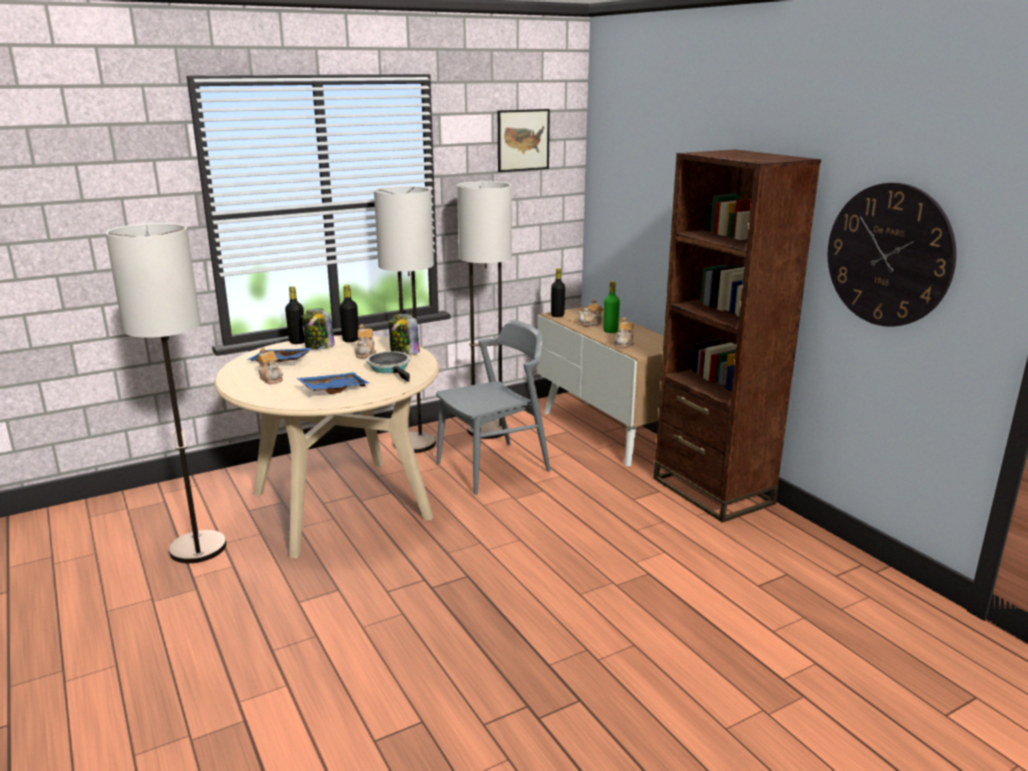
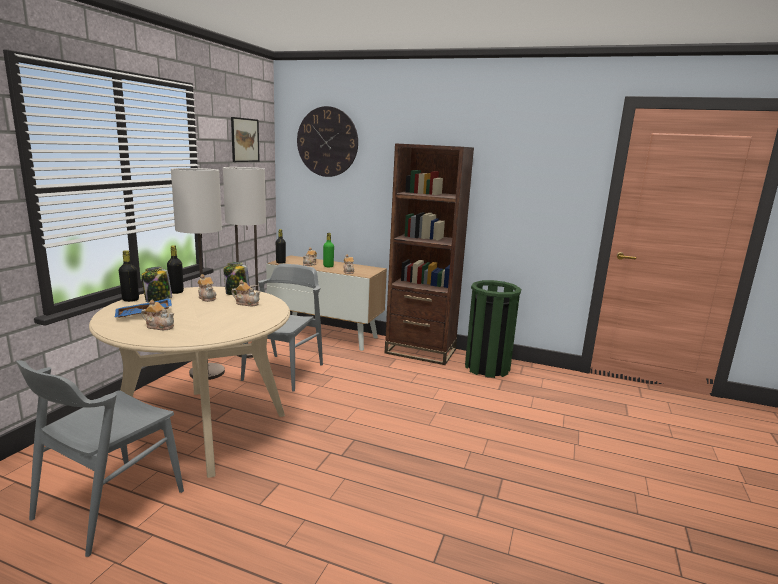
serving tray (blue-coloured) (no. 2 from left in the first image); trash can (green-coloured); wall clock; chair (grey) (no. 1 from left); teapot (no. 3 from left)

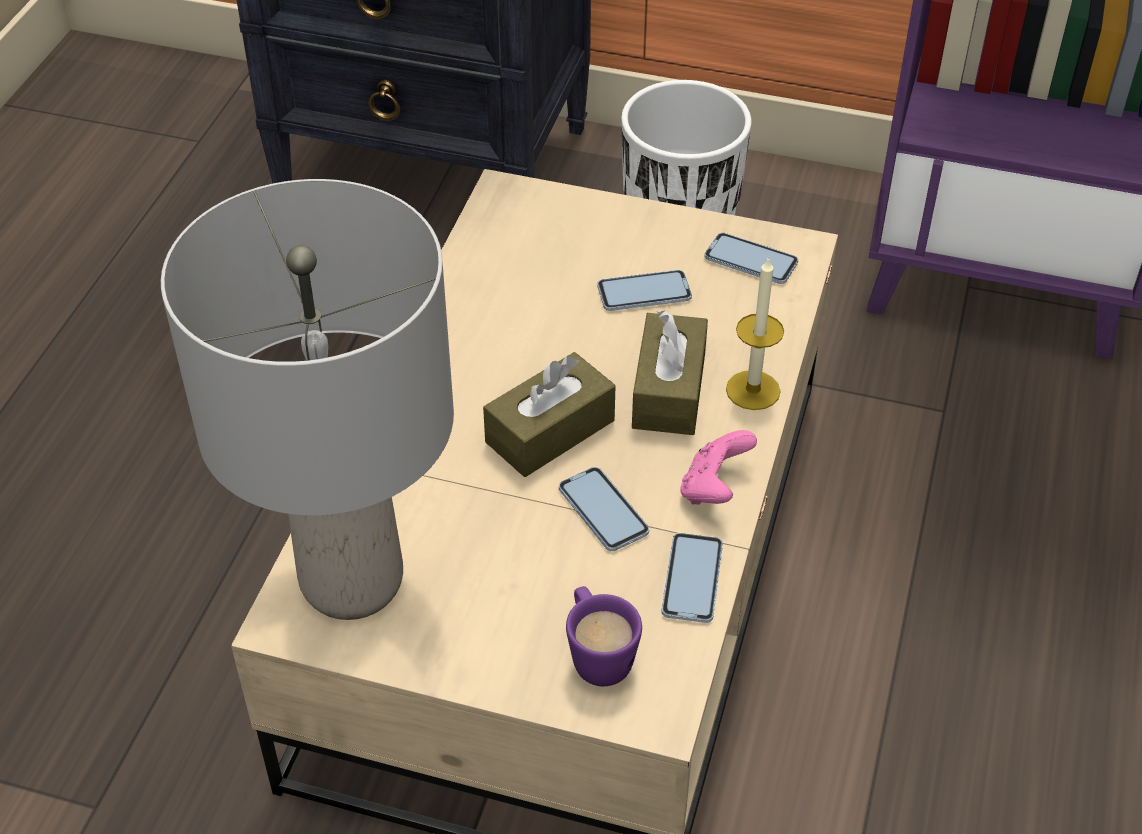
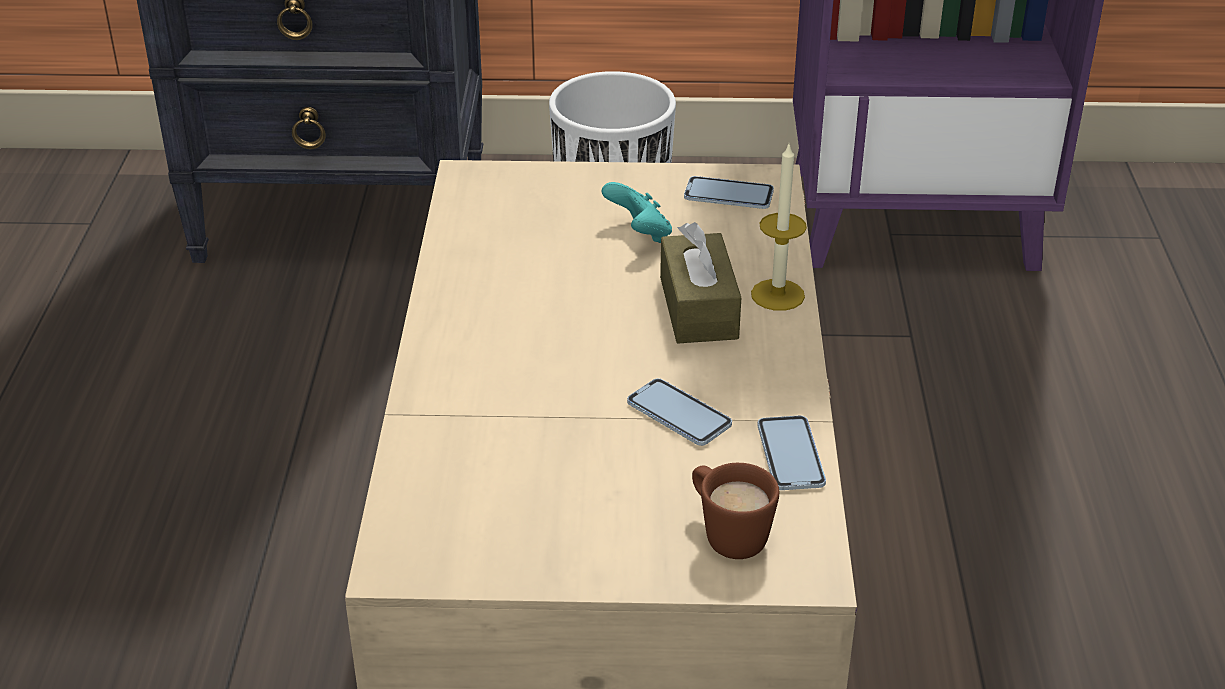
tabletop lamp (grey); tissue holder (brownish) (no. 1 from left in the first image); game controller (pink); game controller (turquoise-coloured); mug (brownish)

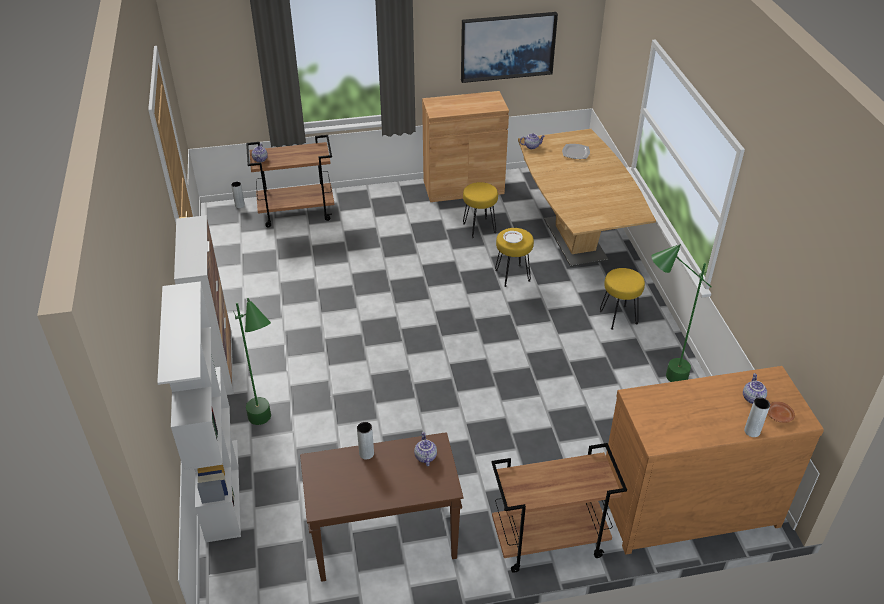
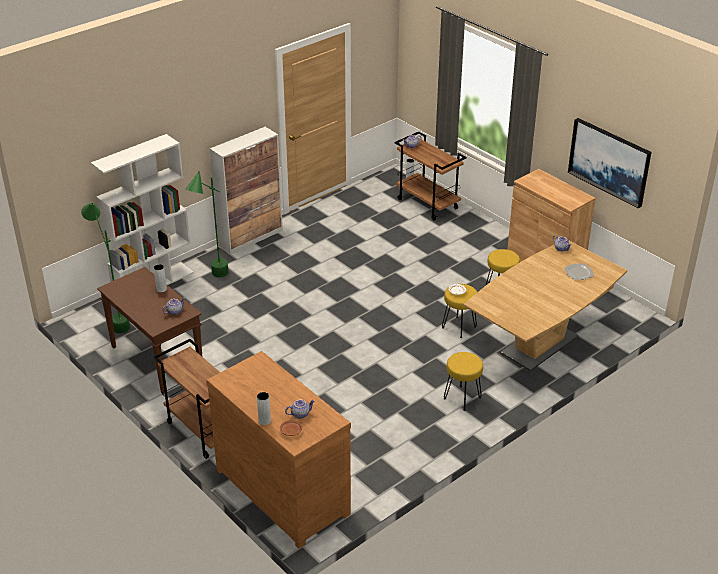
standing lamp (green-coloured) (no. 1 from left)

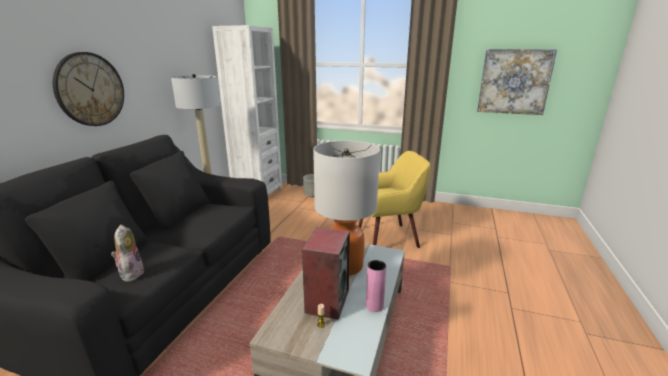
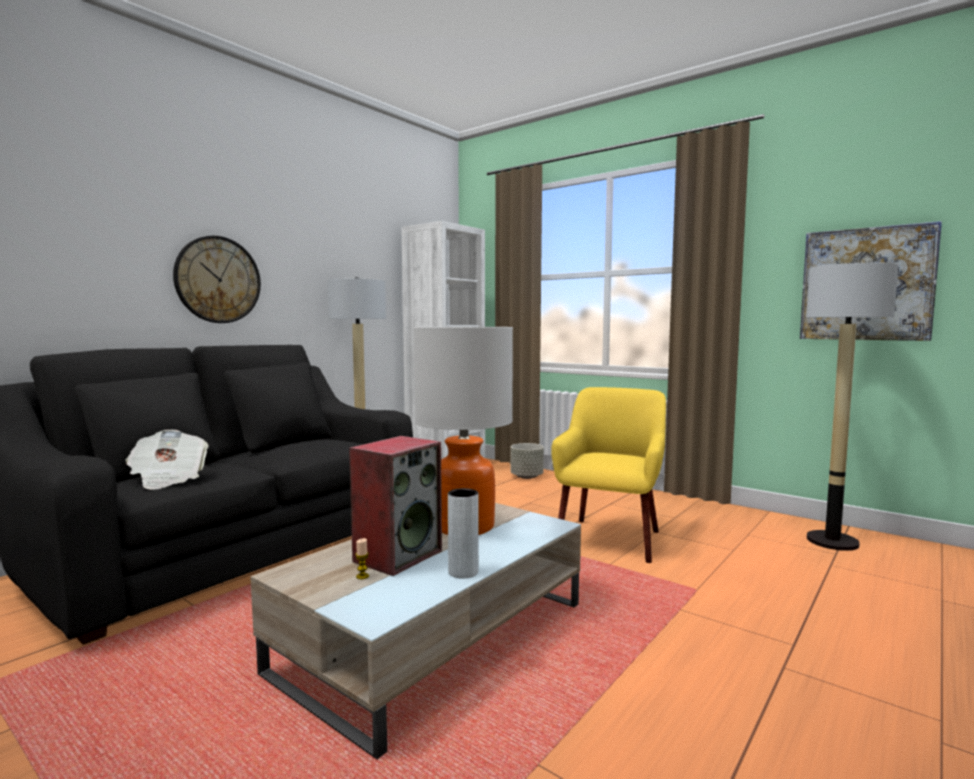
standing lamp (no. 2 from left); daily paper; flower vase (grey); easy chair (yellowish)

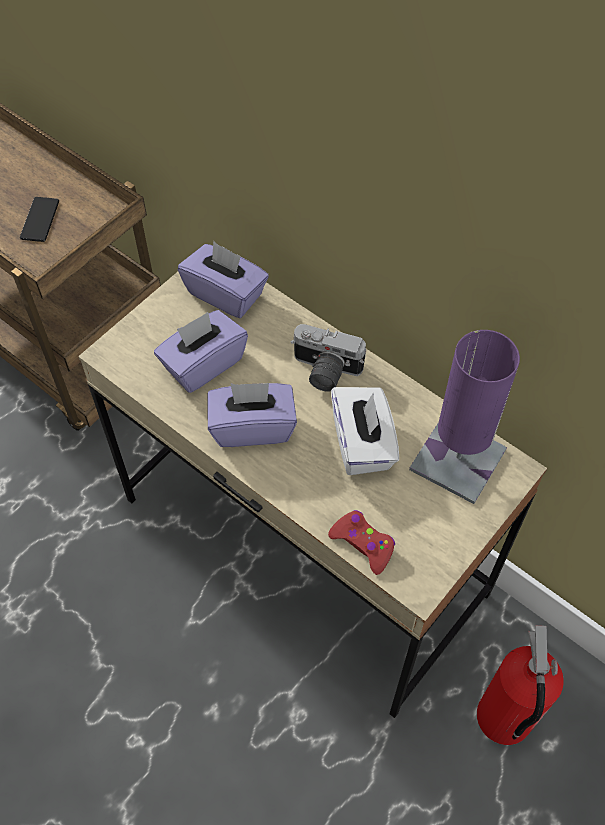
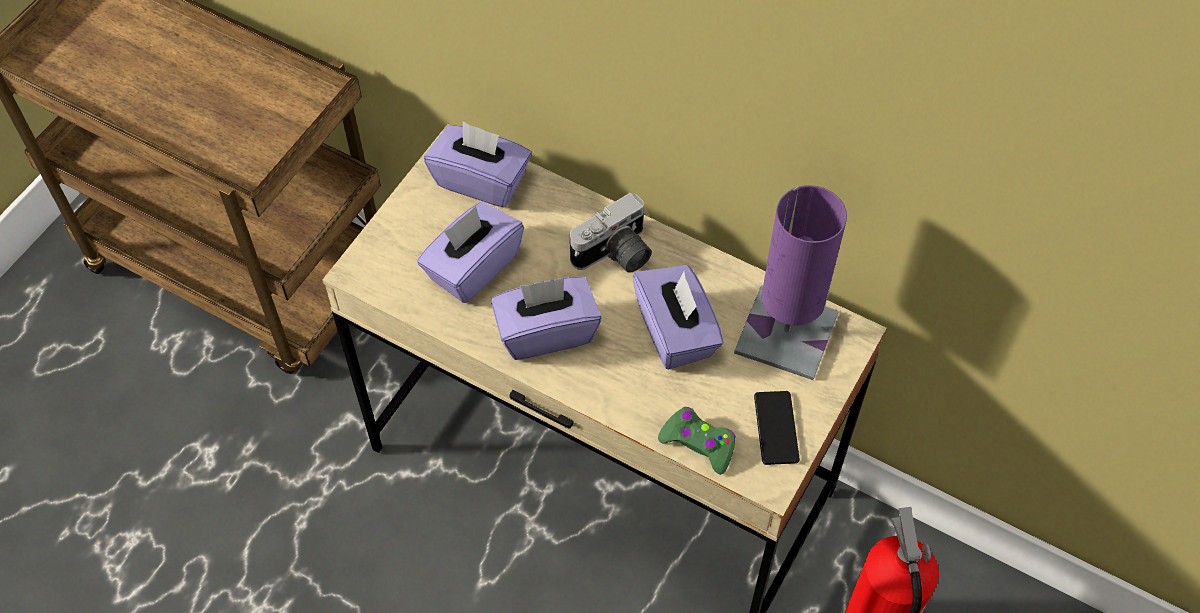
telephone; game controller (green-coloured); tissue holder (purple) (no. 4 from left); still camera

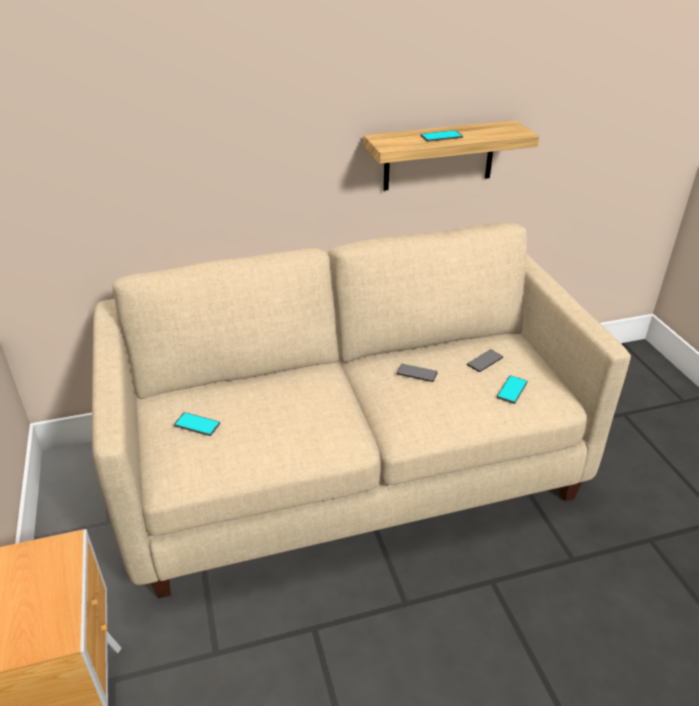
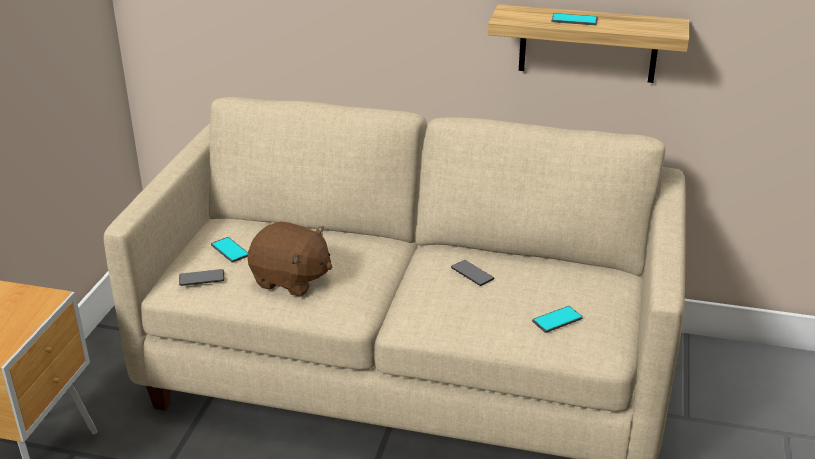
cuddly toy (brownish); telephone (no. 1 from left)

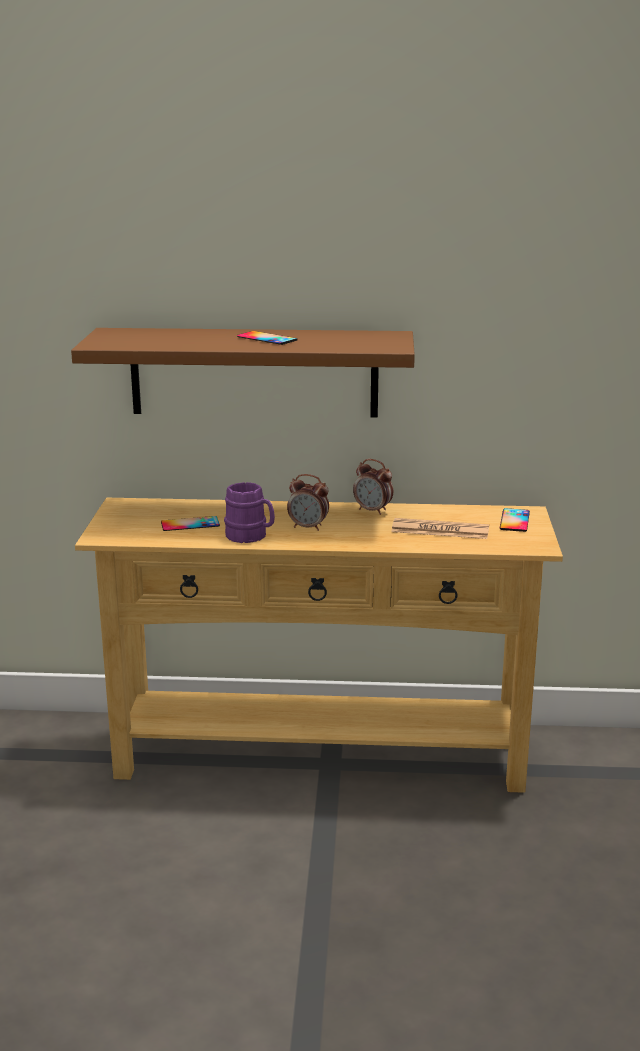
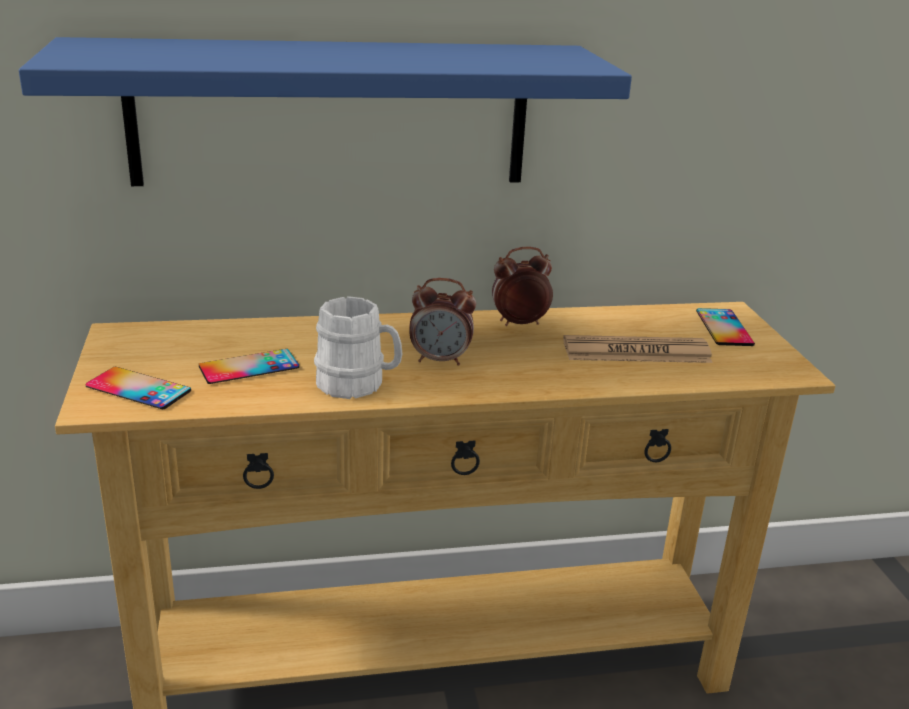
telephone (no. 1 from left); bracket shelf (blue-coloured); mug (white-coloured); alarm clock (no. 2 from left)

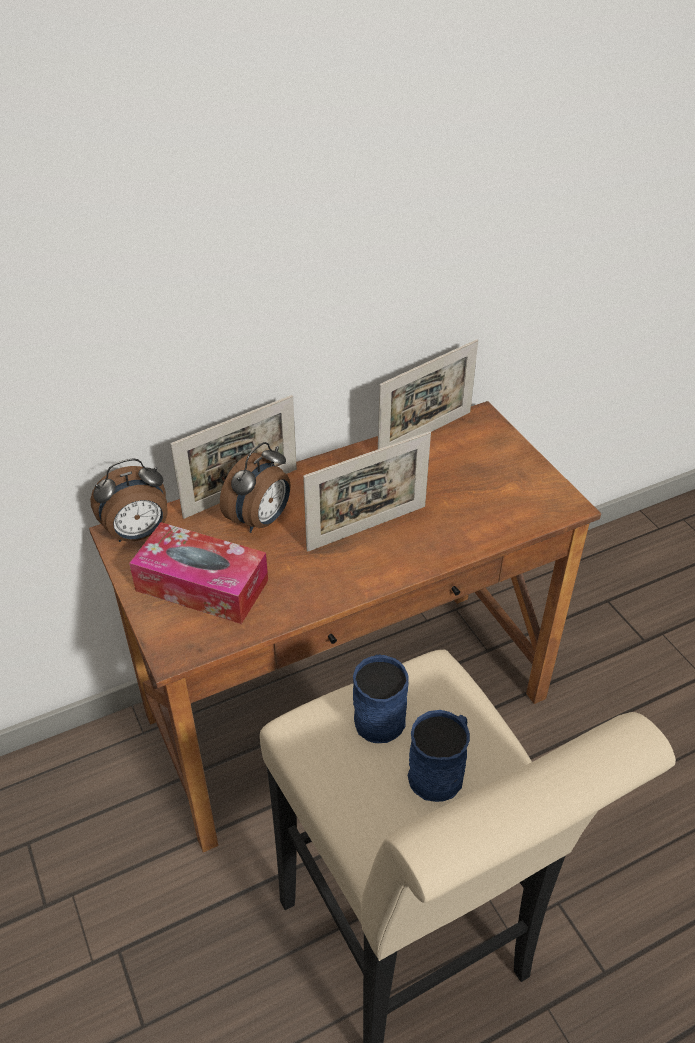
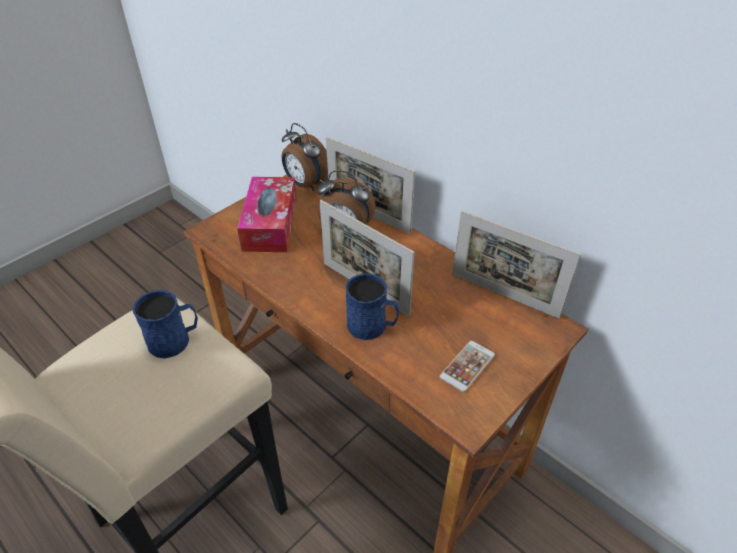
telephone; mug (blue-coloured) (no. 2 from left)

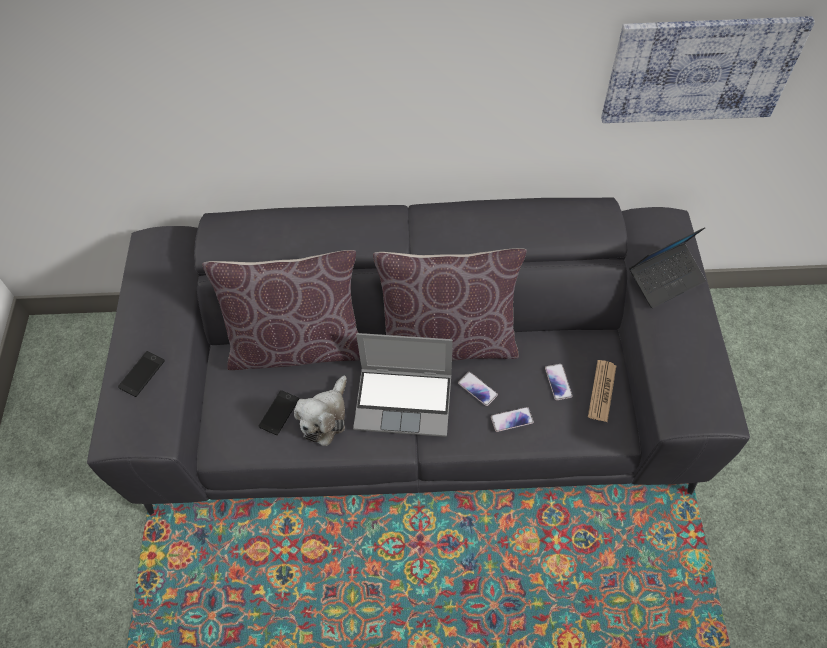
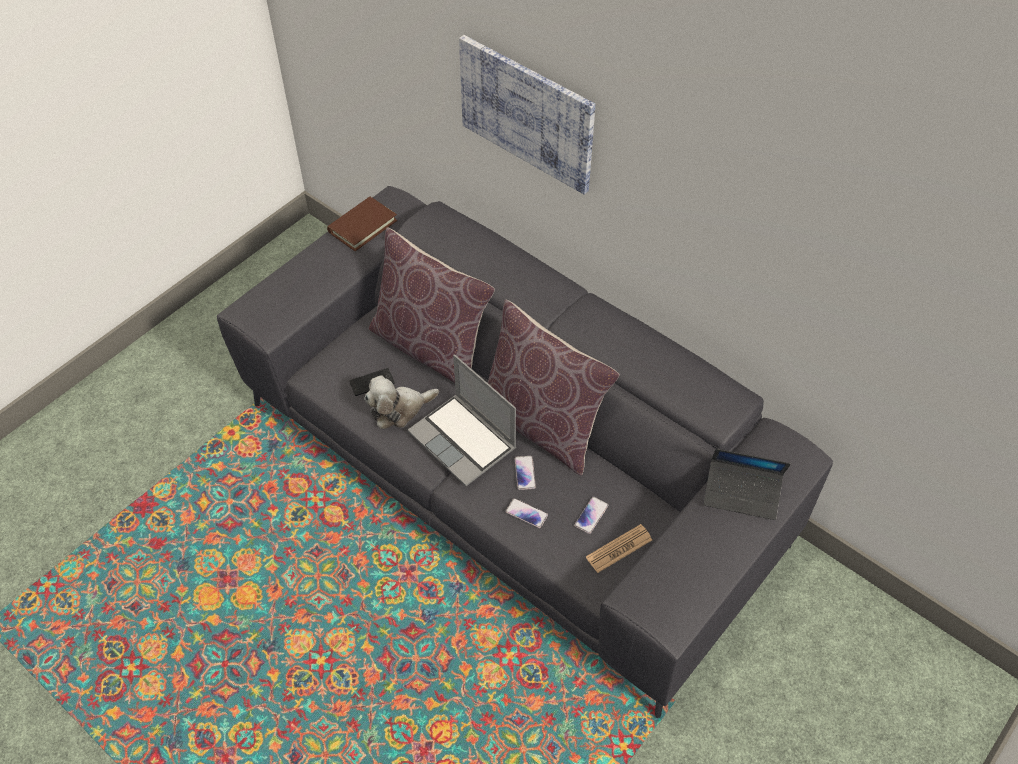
telephone (no. 1 from left in the first image); bound book (brownish); picture

